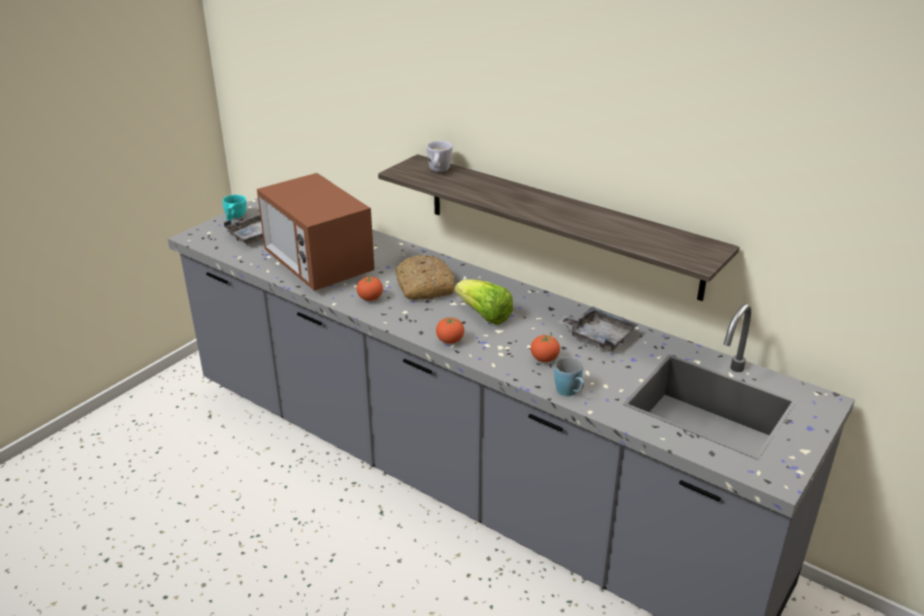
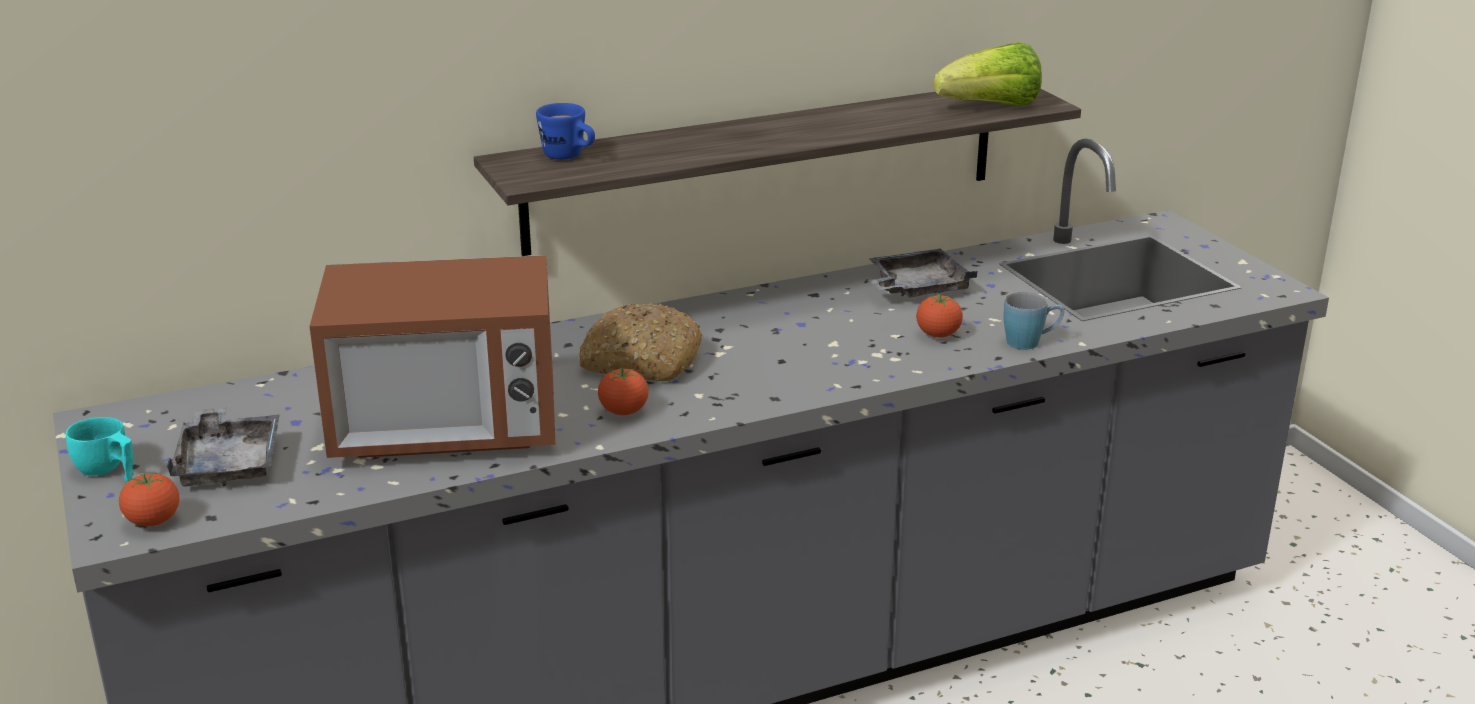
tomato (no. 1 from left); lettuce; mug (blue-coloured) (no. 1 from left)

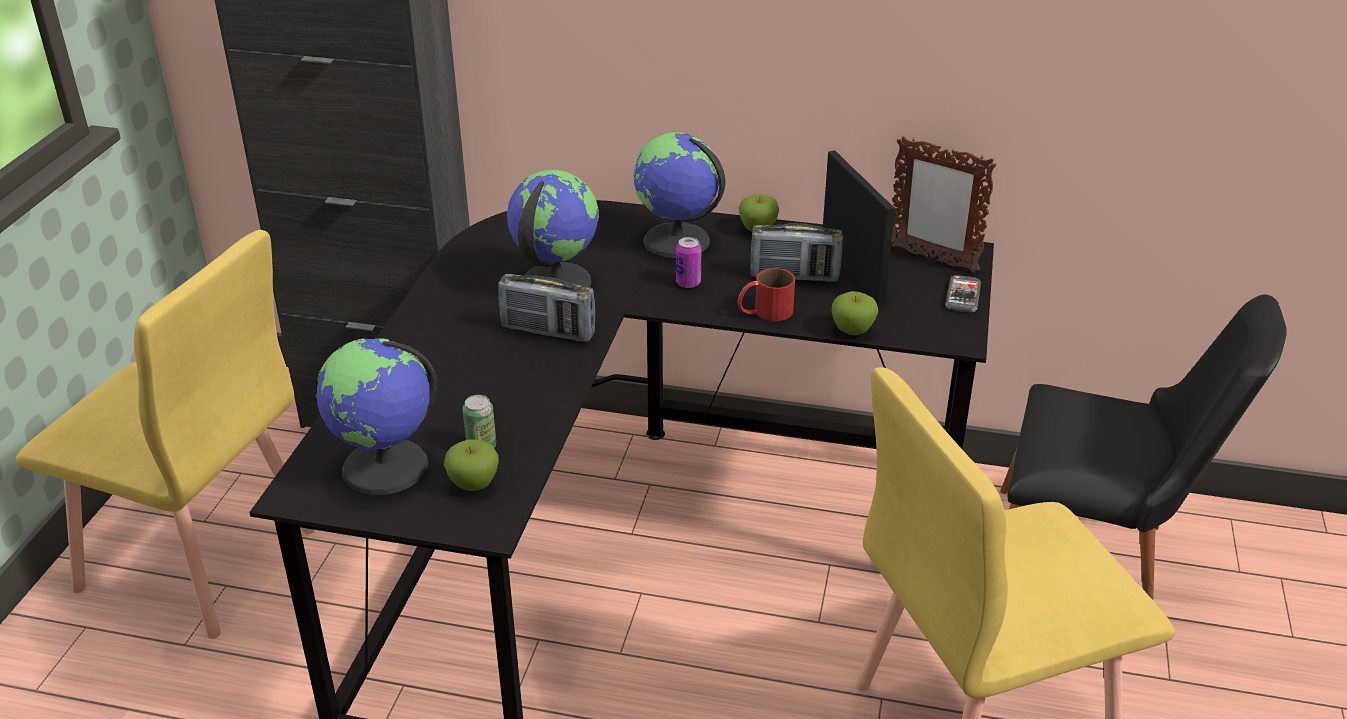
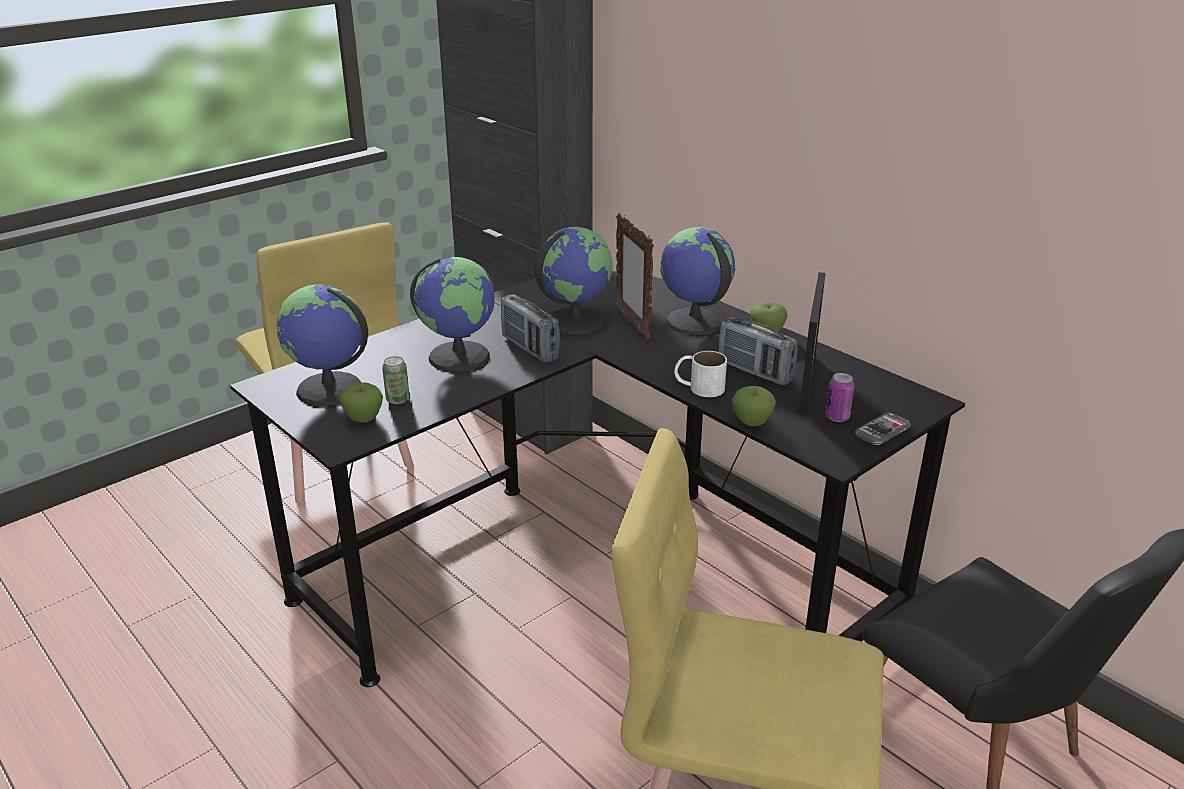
desk globe (no. 2 from left); sealed can (no. 2 from left); standing frame (no. 1 from left); mug (white-coloured)

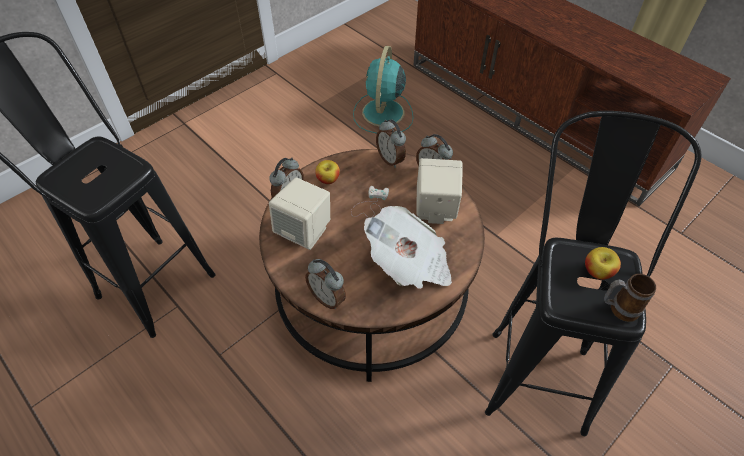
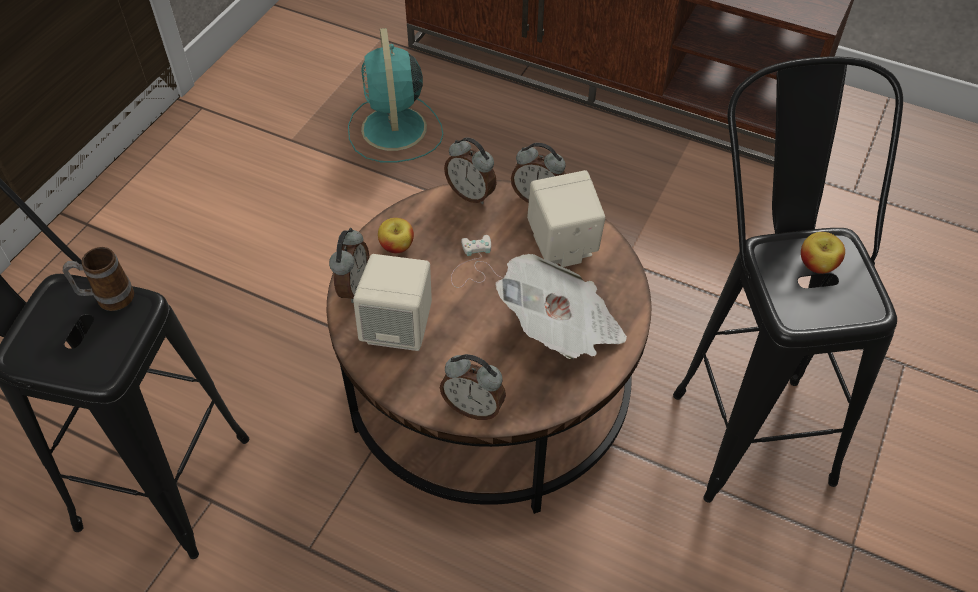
mug

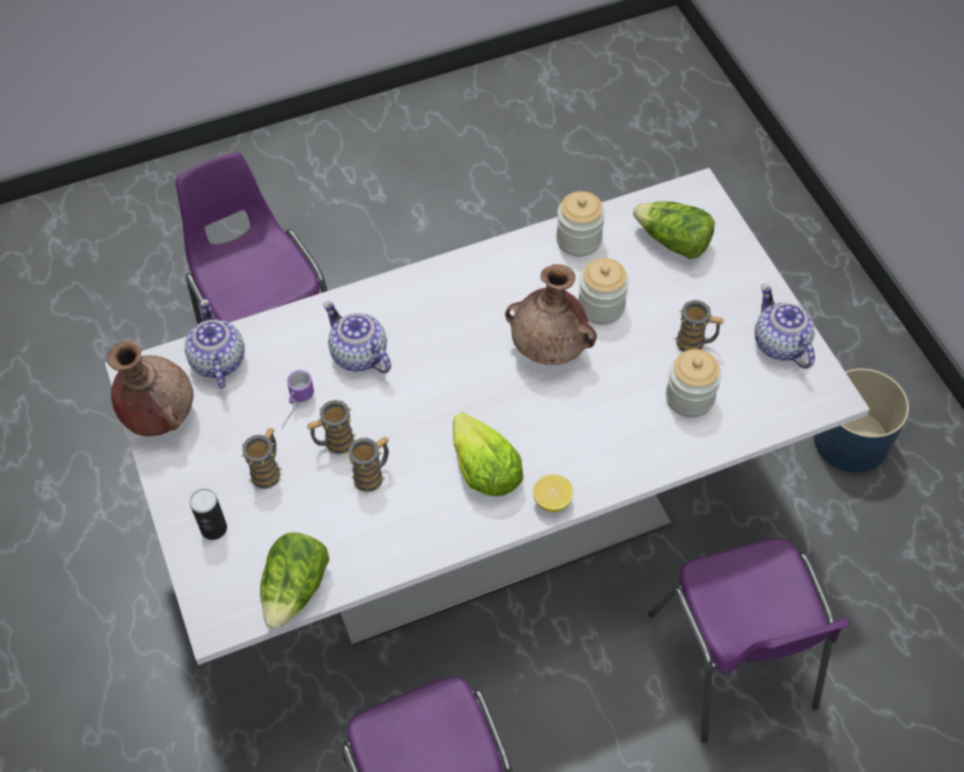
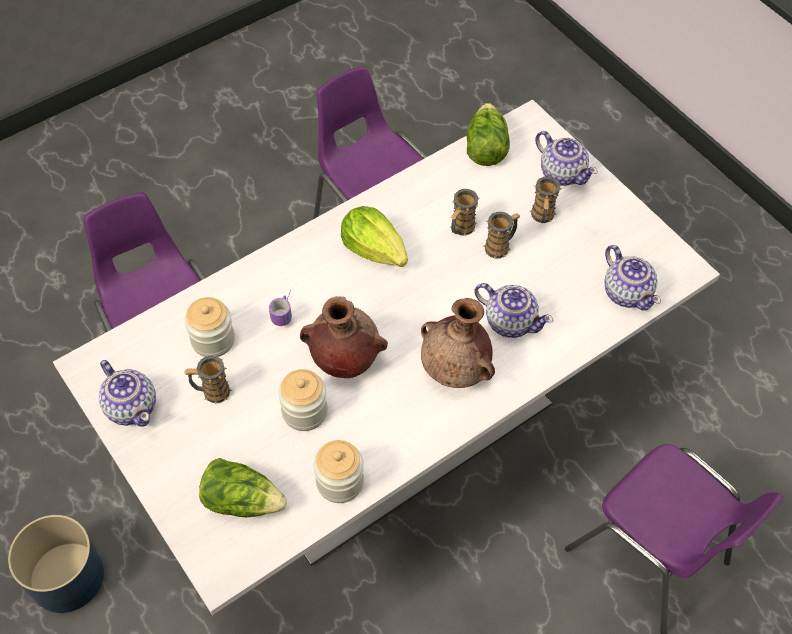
whole lemon; flower vase (brownish) (no. 2 from left); mug (no. 2 from left); teapot (no. 3 from left)

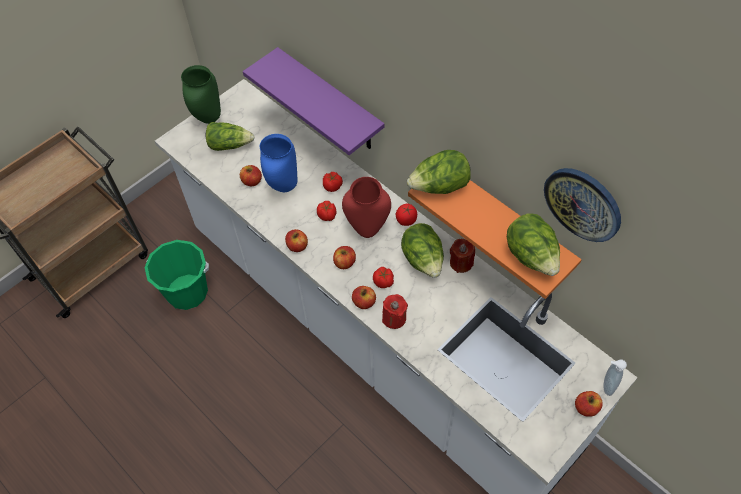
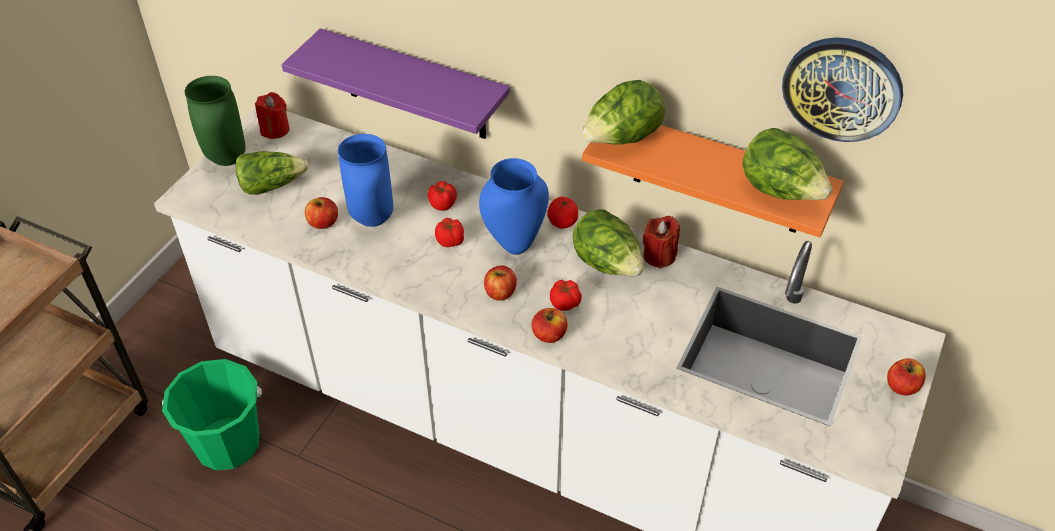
apple (no. 2 from left in the first image); liquid soap bottle; wax candle (reddish) (no. 1 from left); flower vase (blue-coloured) (no. 2 from left)

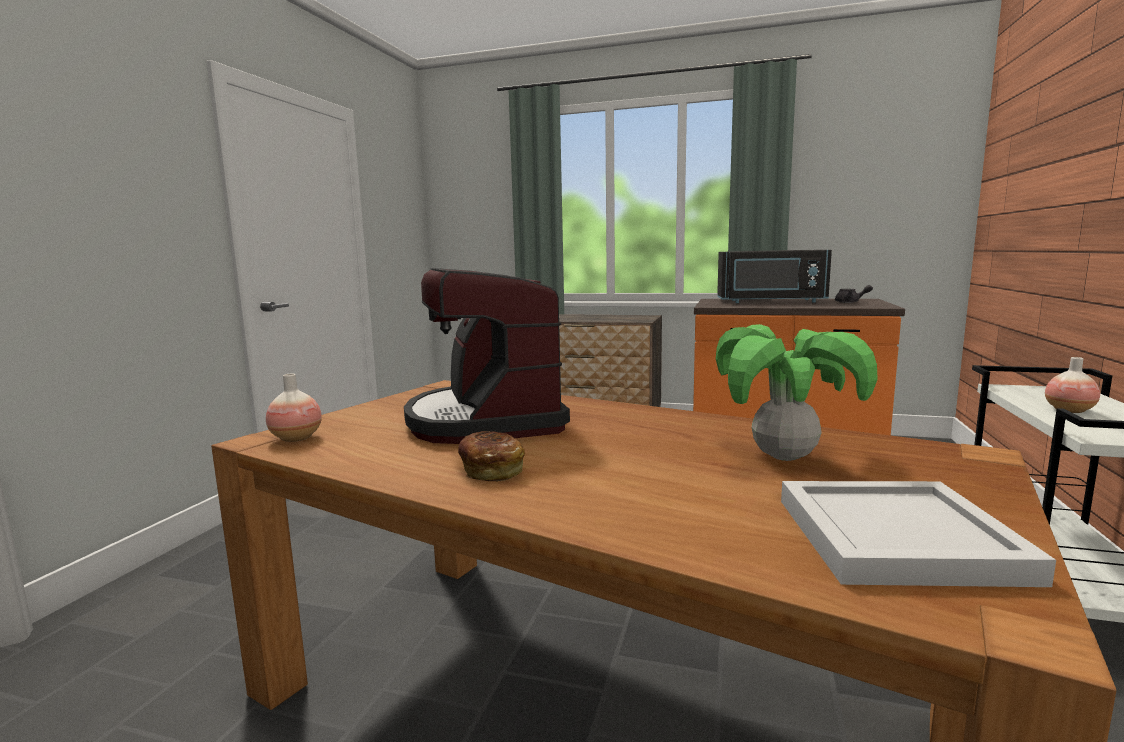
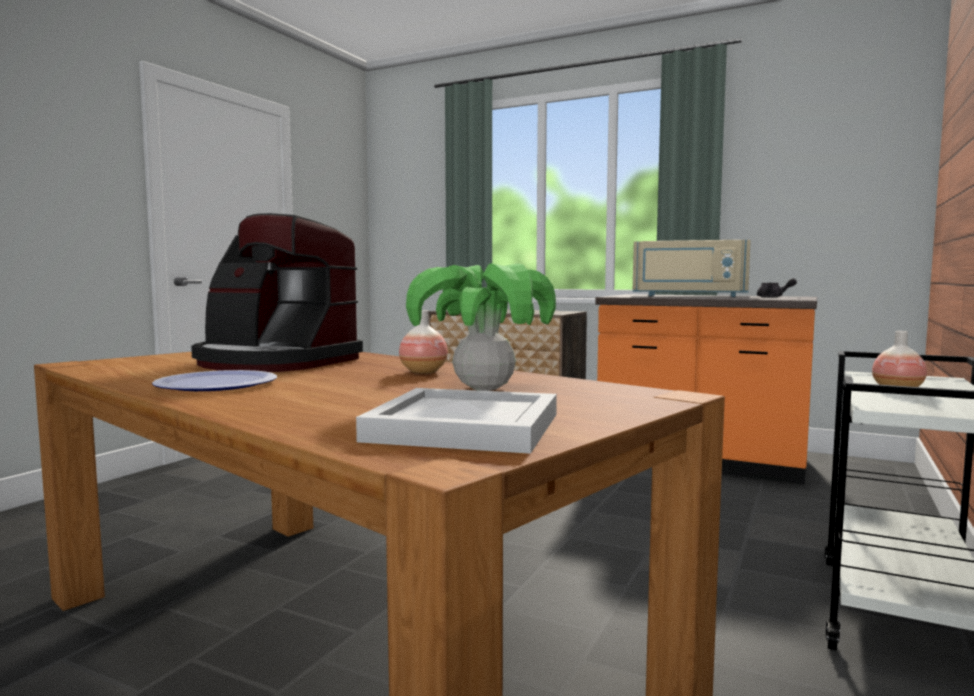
flower vase (no. 1 from left); flat dish; microwave (beige-coloured); coffee maker

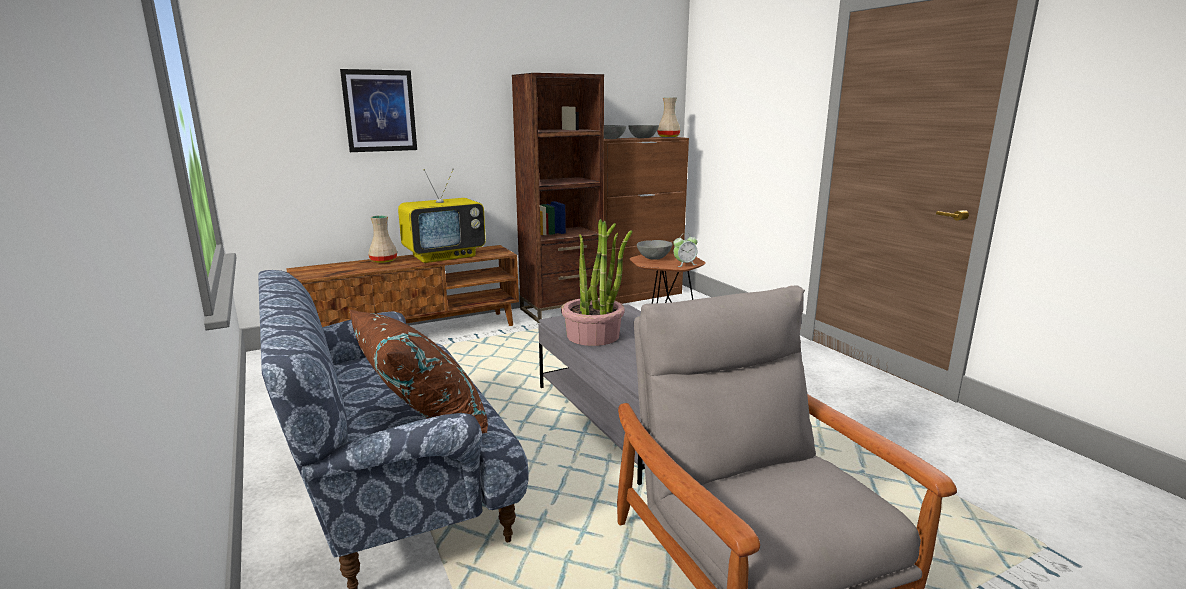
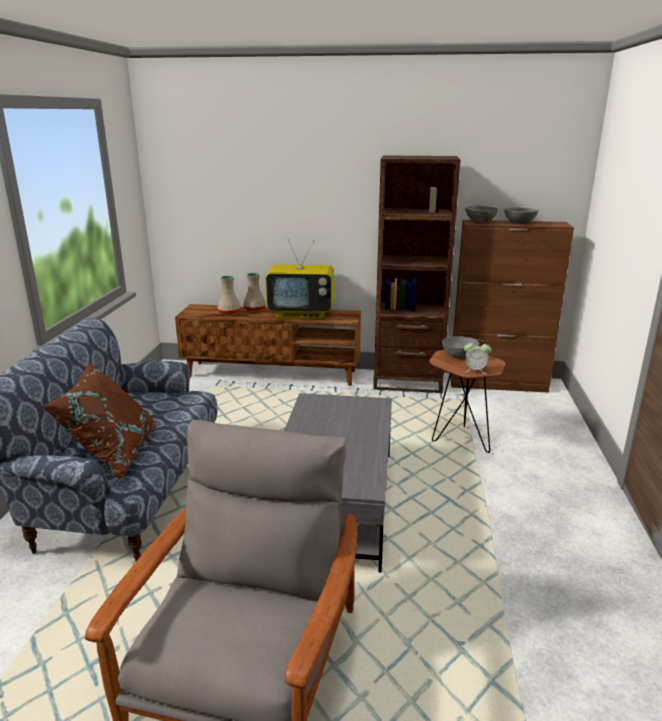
picture; plant in a pot; flower vase (beige-coloured) (no. 1 from left)

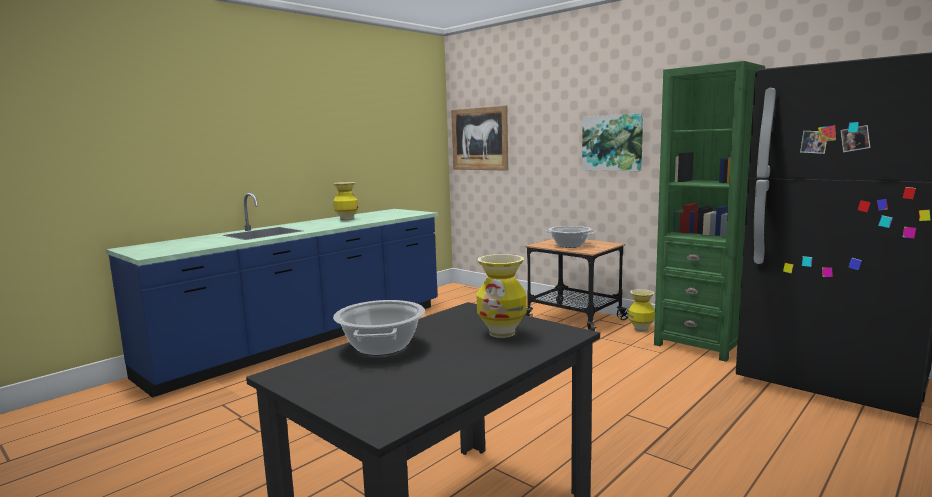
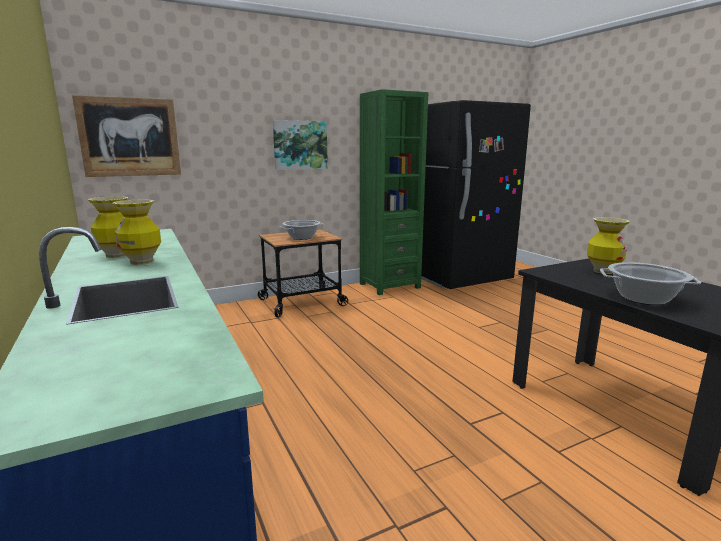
flower vase (no. 2 from left)

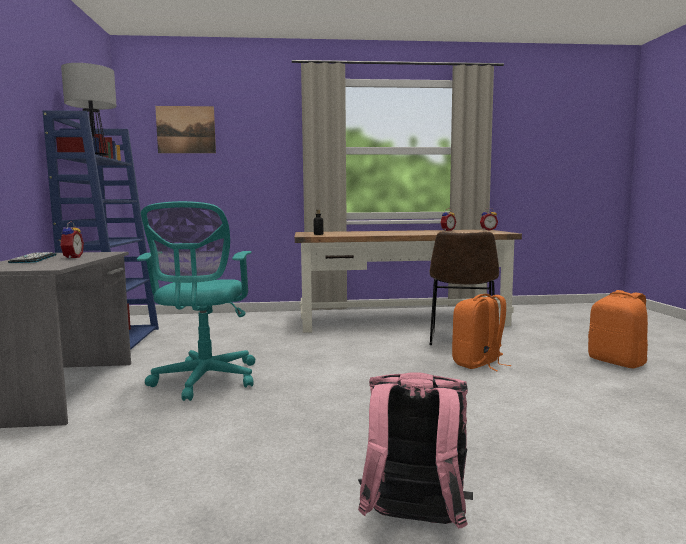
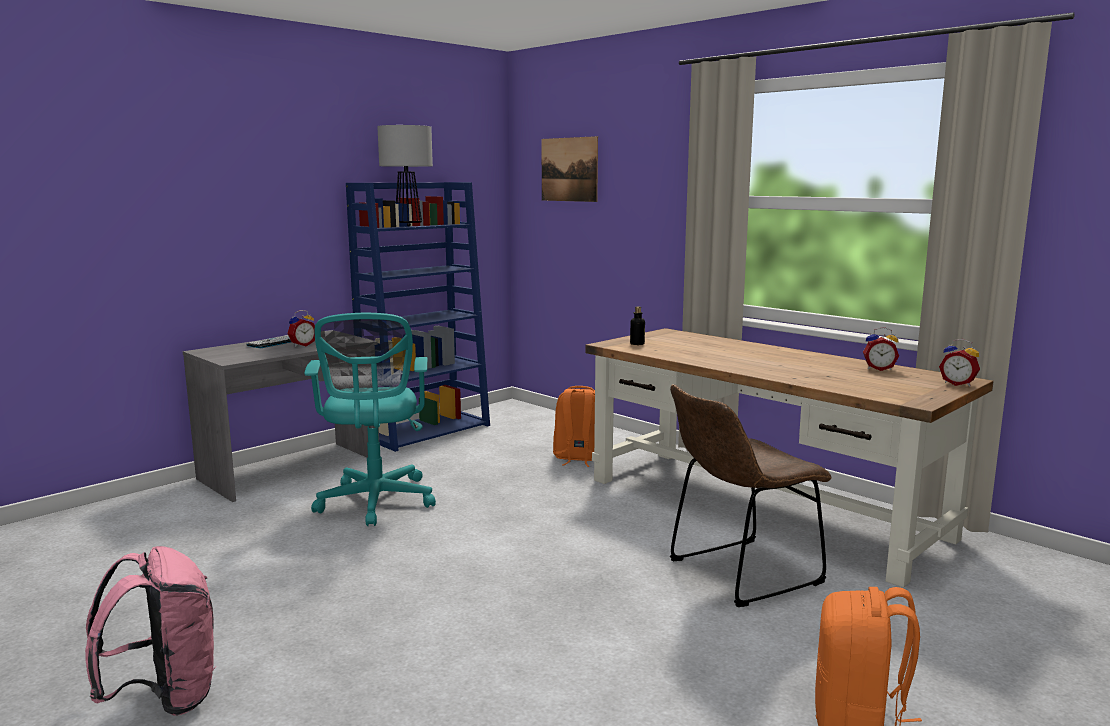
rucksack (orangey) (no. 1 from left); office chair (turquoise-coloured)

